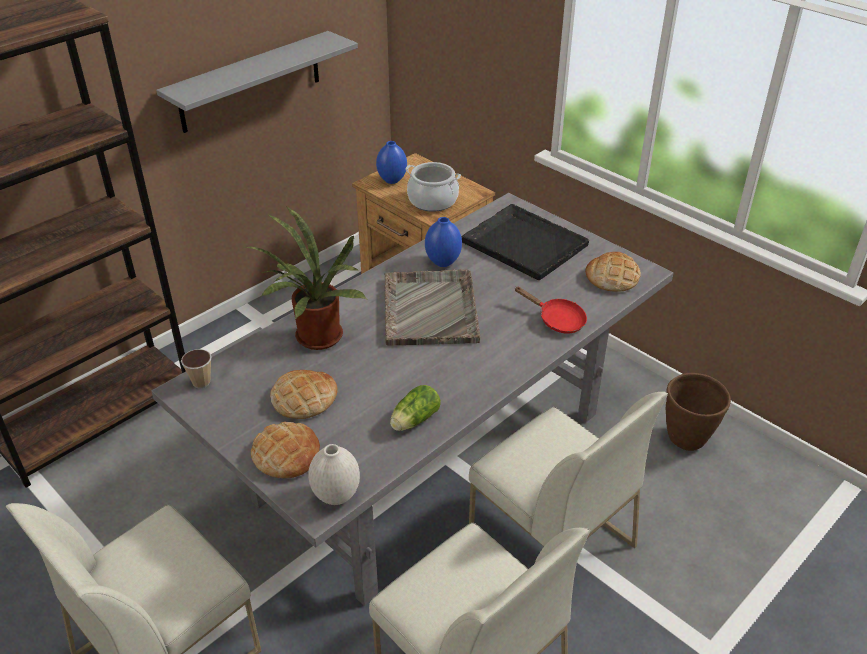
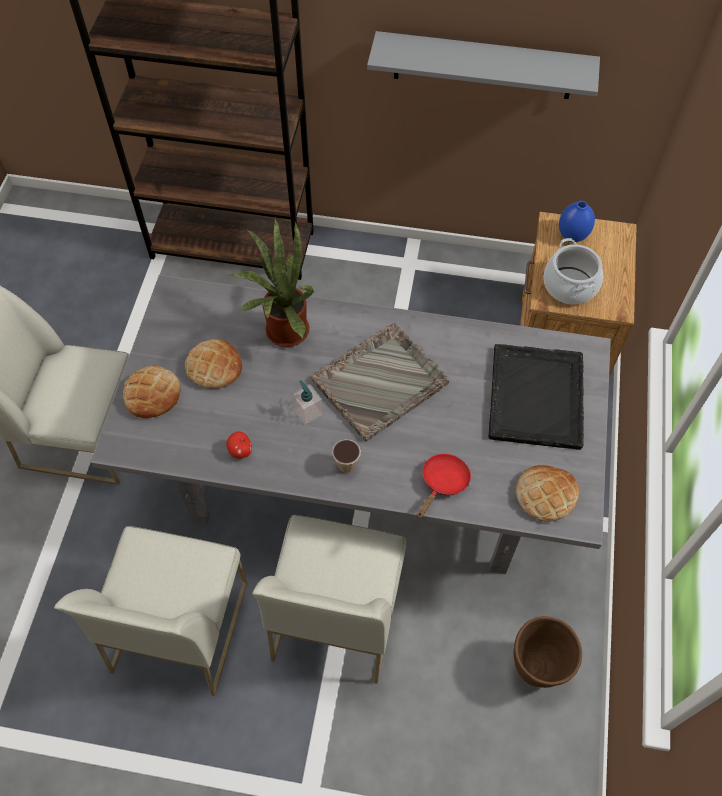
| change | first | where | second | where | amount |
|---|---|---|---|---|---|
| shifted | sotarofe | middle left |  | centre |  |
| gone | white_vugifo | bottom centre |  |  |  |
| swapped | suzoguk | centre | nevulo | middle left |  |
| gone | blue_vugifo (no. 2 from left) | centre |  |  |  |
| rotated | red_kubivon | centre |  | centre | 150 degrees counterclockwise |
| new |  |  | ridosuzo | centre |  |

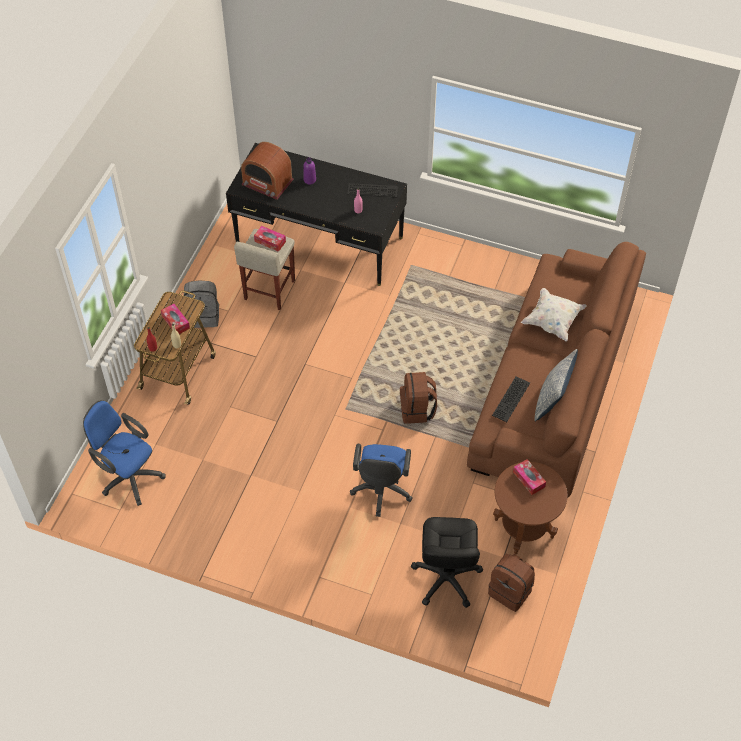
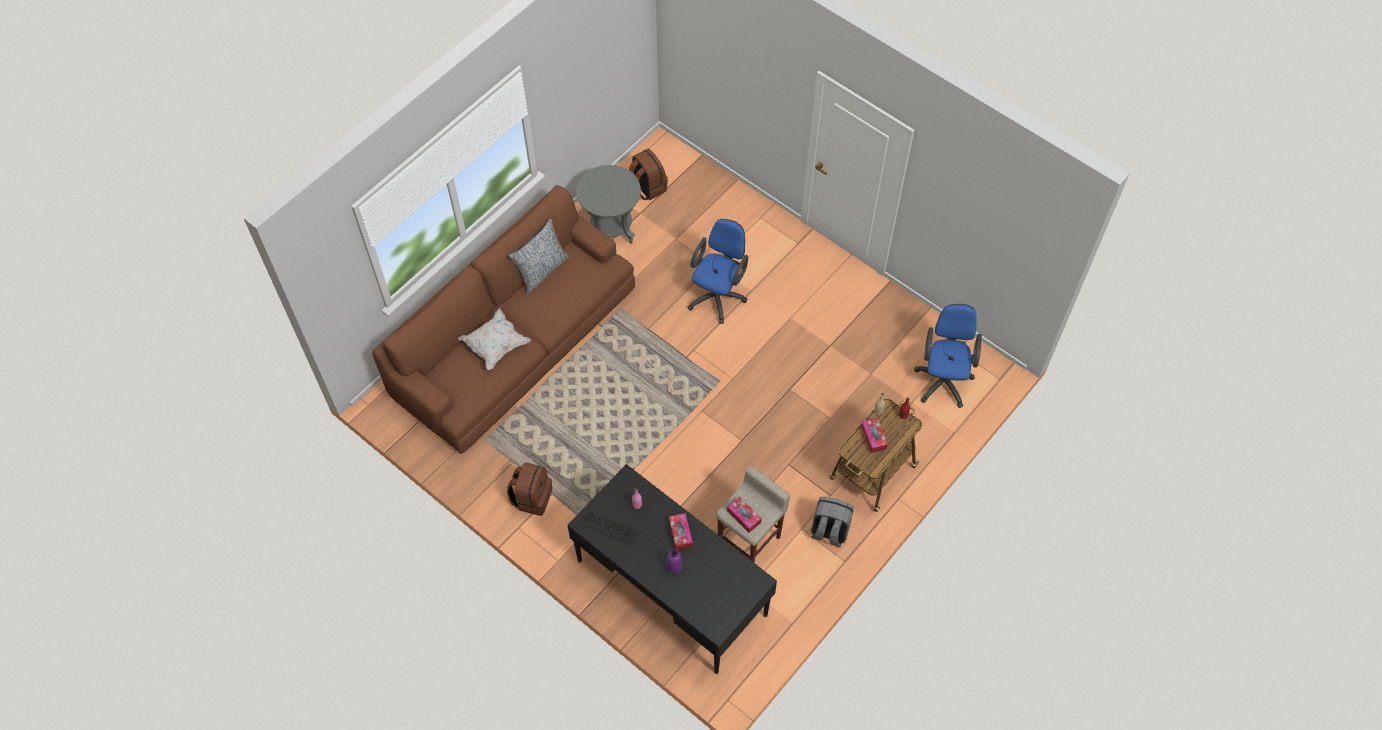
| change | first | where | second | where | amount |
|---|---|---|---|---|---|
| rotated | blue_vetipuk (no. 1 from left in the first image) | middle left | blue_vetipuk (no. 2 from left) | middle right | 135 degrees counterclockwise |
| gone | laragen | top centre |  |  |  |
| shifted | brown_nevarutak (no. 1 from left) | centre |  | bottom centre |  |
| gone | black_vetipuk | bottom centre |  |  |  |
| gone | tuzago (no. 2 from left) | middle right |  |  |  |
| repainted | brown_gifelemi | bottom right | grey_gifelemi | top centre |  |
| shifted | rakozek (no. 3 from left in the first image) | middle right | rakozek (no. 1 from left) | bottom centre |  |

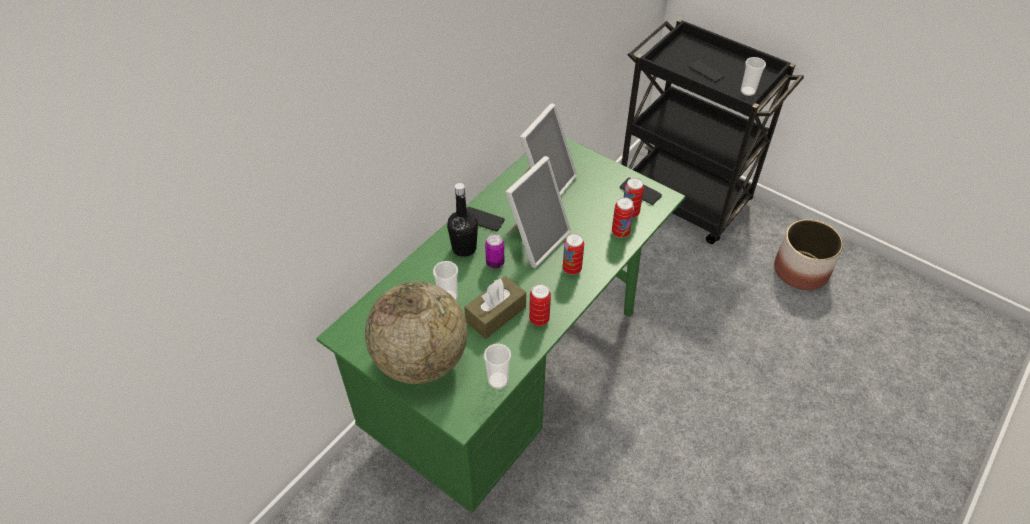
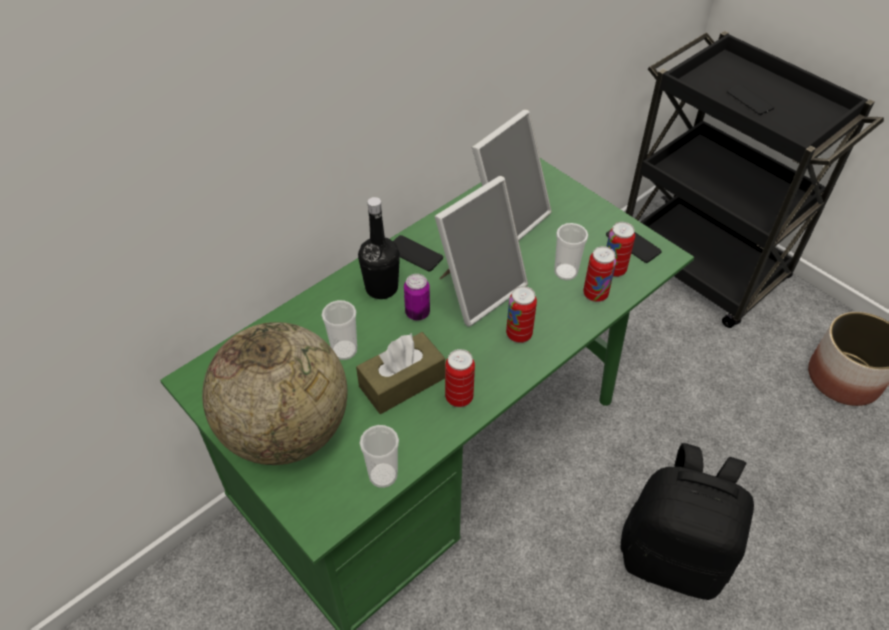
| change | first | where | second | where | amount |
|---|---|---|---|---|---|
| shifted | sotarofe (no. 3 from left) | top right |  | centre |  |
| new |  |  | black_nevarutak | bottom right |  |

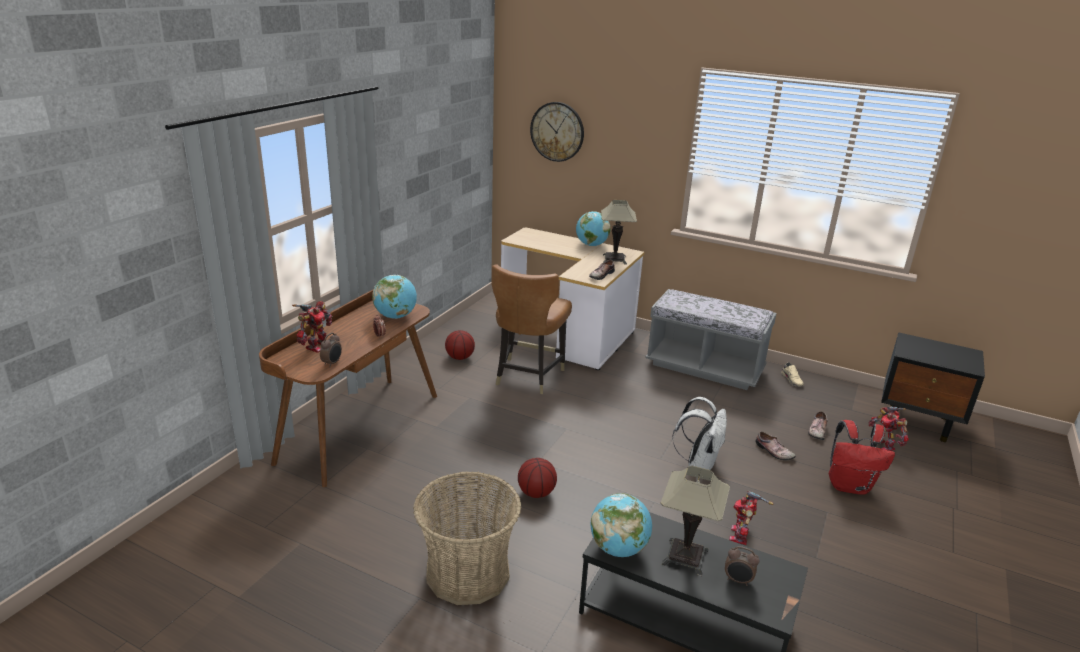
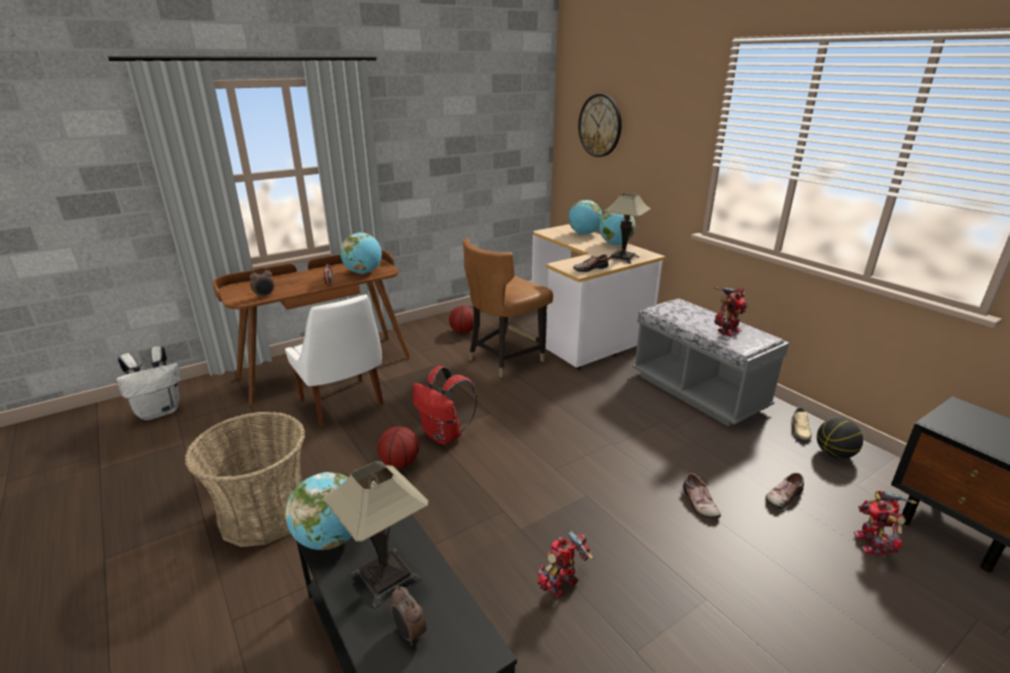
| change | first | where | second | where | amount |
|---|---|---|---|---|---|
| shifted | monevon (no. 1 from left in the first image) | middle left | monevon (no. 2 from left) | middle right |  |
| shifted | white_nevarutak | centre |  | middle left |  |
| shifted | red_nevarutak | bottom right |  | centre |  |
| new |  |  | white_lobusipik | middle left |  |
| new |  |  | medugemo (no. 3 from left) | top centre |  |
| new |  |  | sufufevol (no. 3 from left) | middle right |  |

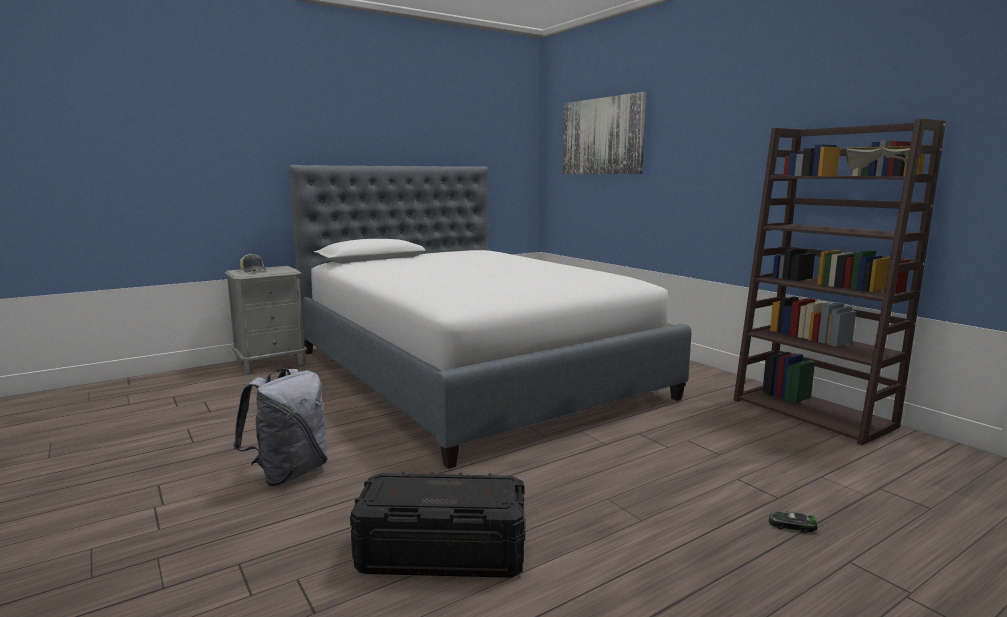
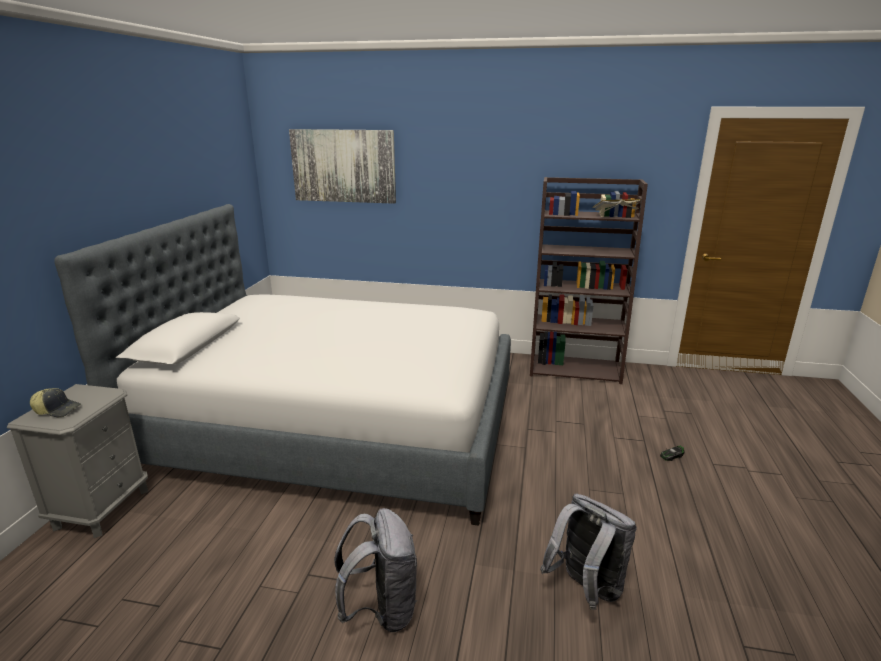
| change | first | where | second | where | amount |
|---|---|---|---|---|---|
| swapped | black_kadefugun | bottom centre | grey_nevarutak (no. 2 from left) | bottom right |  |

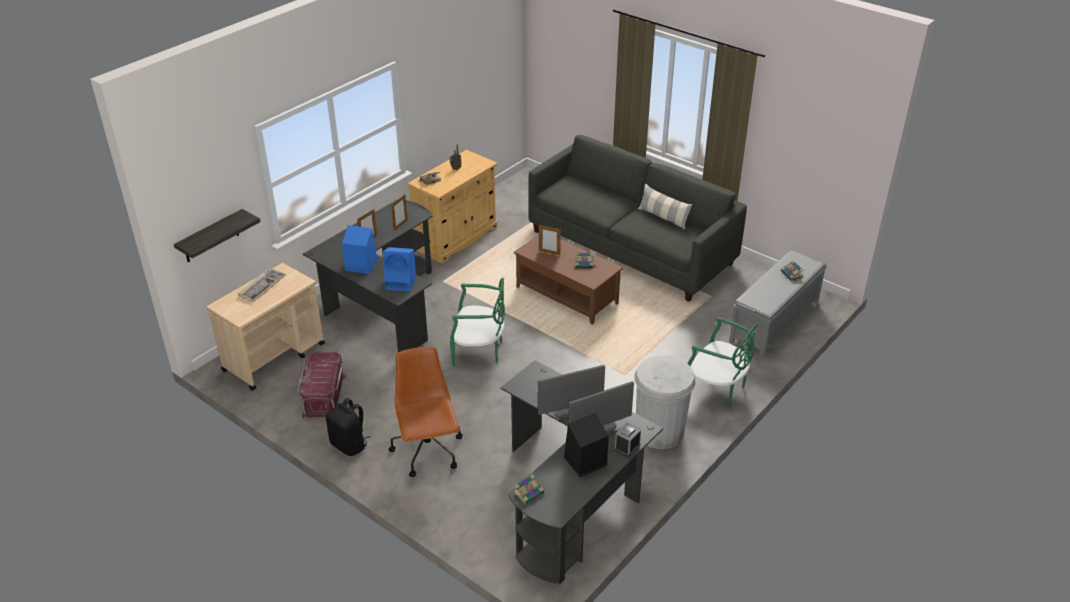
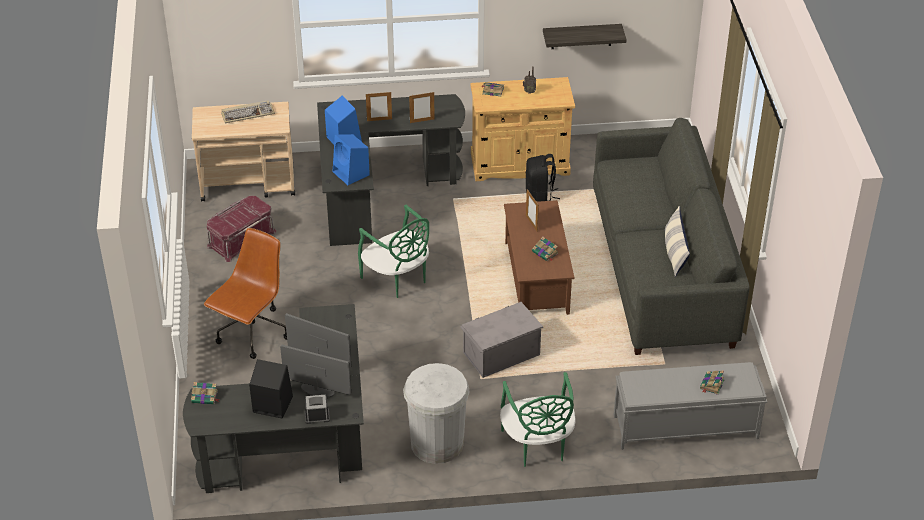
| change | first | where | second | where | amount |
|---|---|---|---|---|---|
| shifted | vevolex | middle left |  | top centre |  |
| shifted | black_nevarutak | bottom left |  | centre |  |
| new |  |  | grey_kadefugun | centre |  |

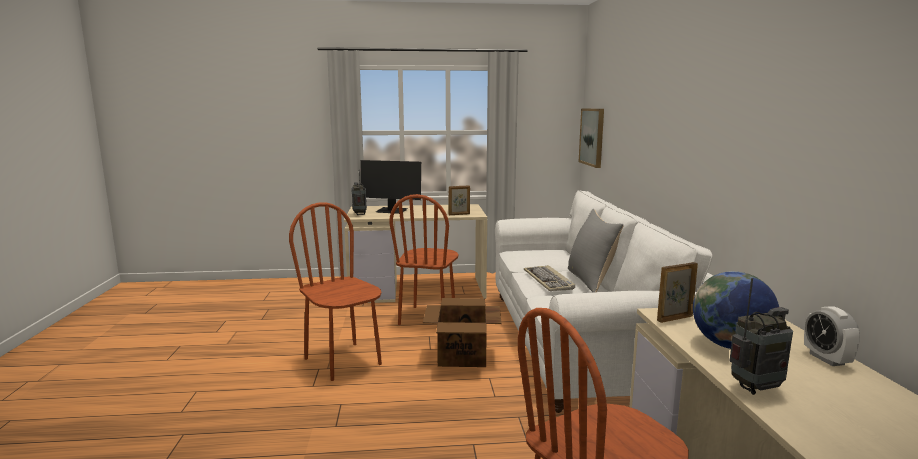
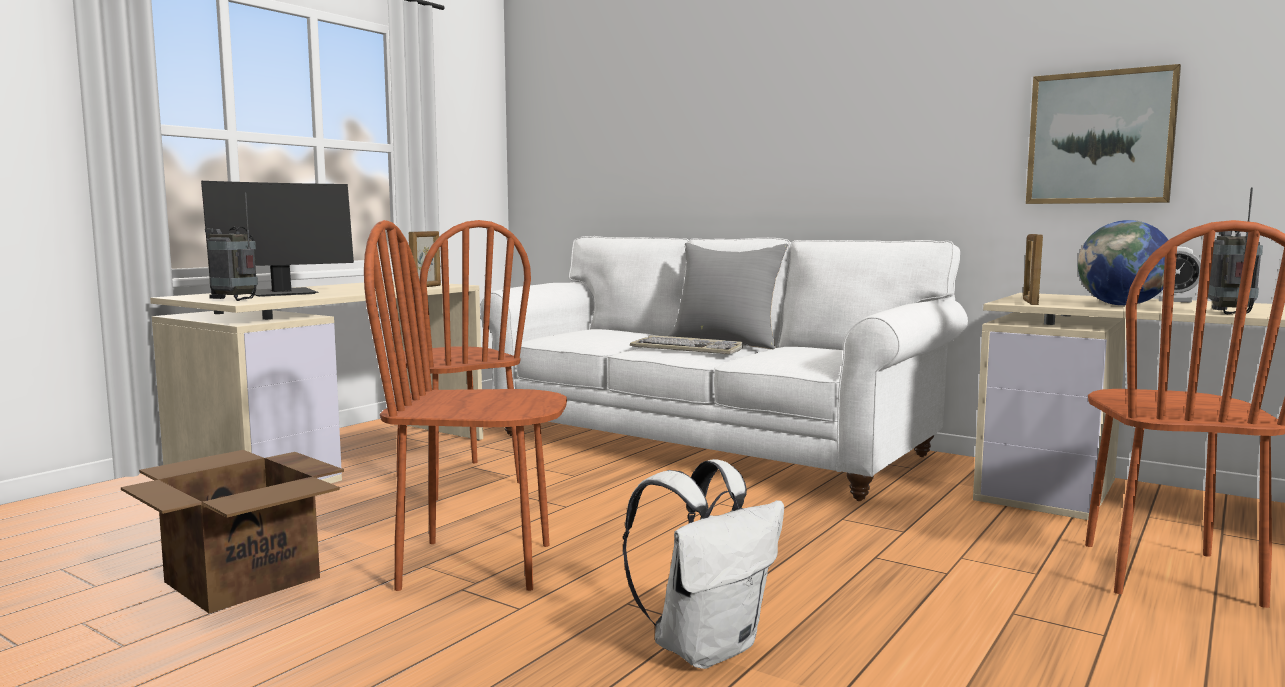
| change | first | where | second | where | amount |
|---|---|---|---|---|---|
| shifted | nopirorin | bottom centre |  | bottom left |  |
| shifted | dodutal | top centre |  | top right |  |
| new |  |  | white_nevarutak | bottom centre |  |

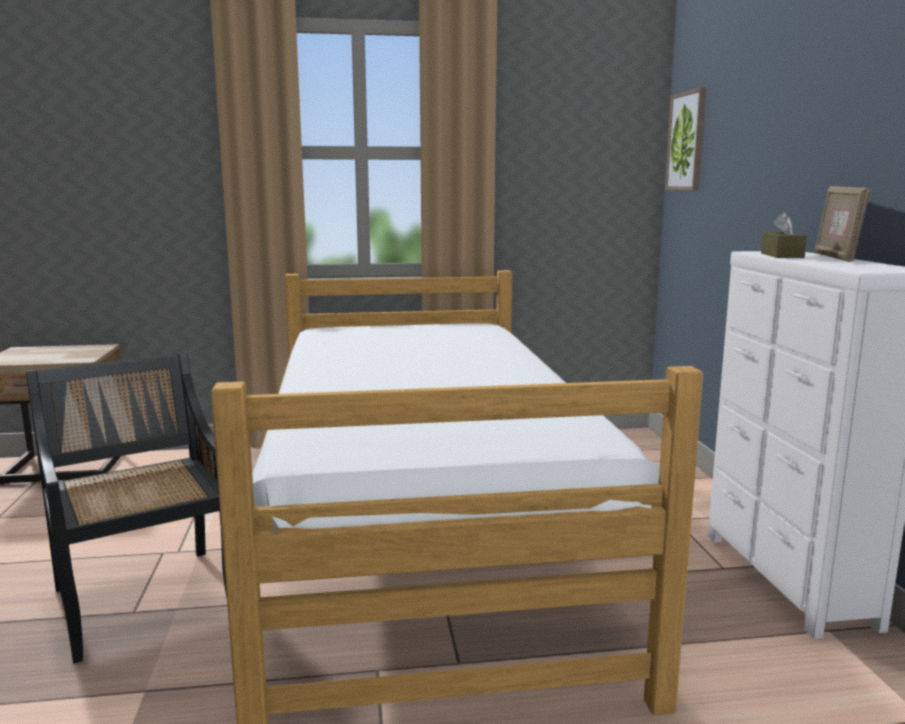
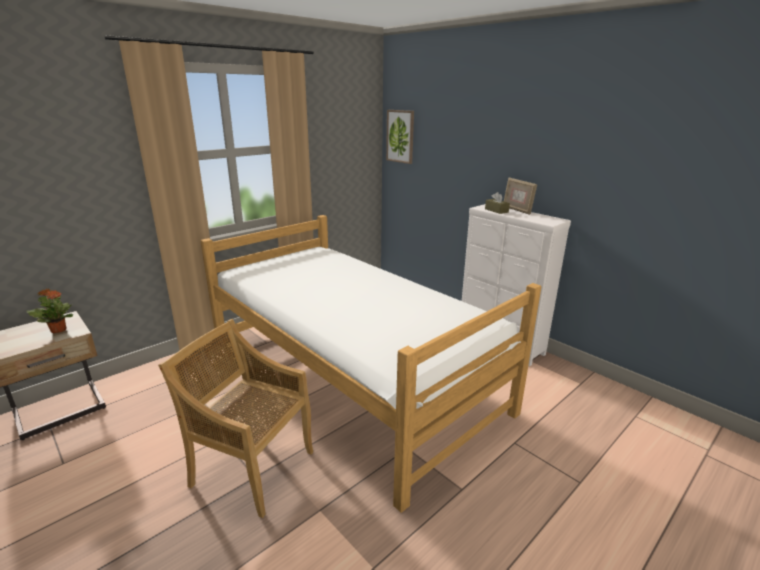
| change | first | where | second | where | amount |
|---|---|---|---|---|---|
| repainted | black_lobusipik | bottom left | beige_lobusipik | bottom left |  |
| new |  |  | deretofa | middle left |  |

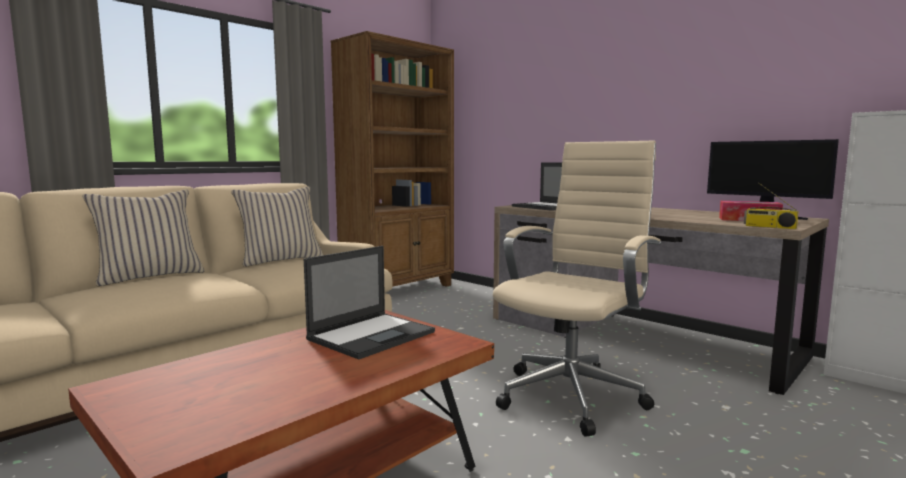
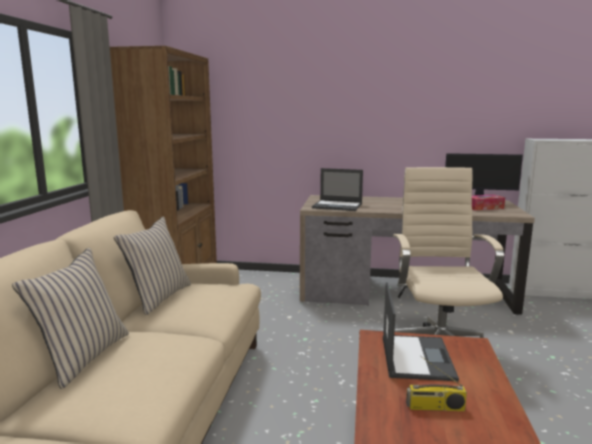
| change | first | where | second | where | amount |
|---|---|---|---|---|---|
| shifted | laragen | middle right |  | bottom right |  |

